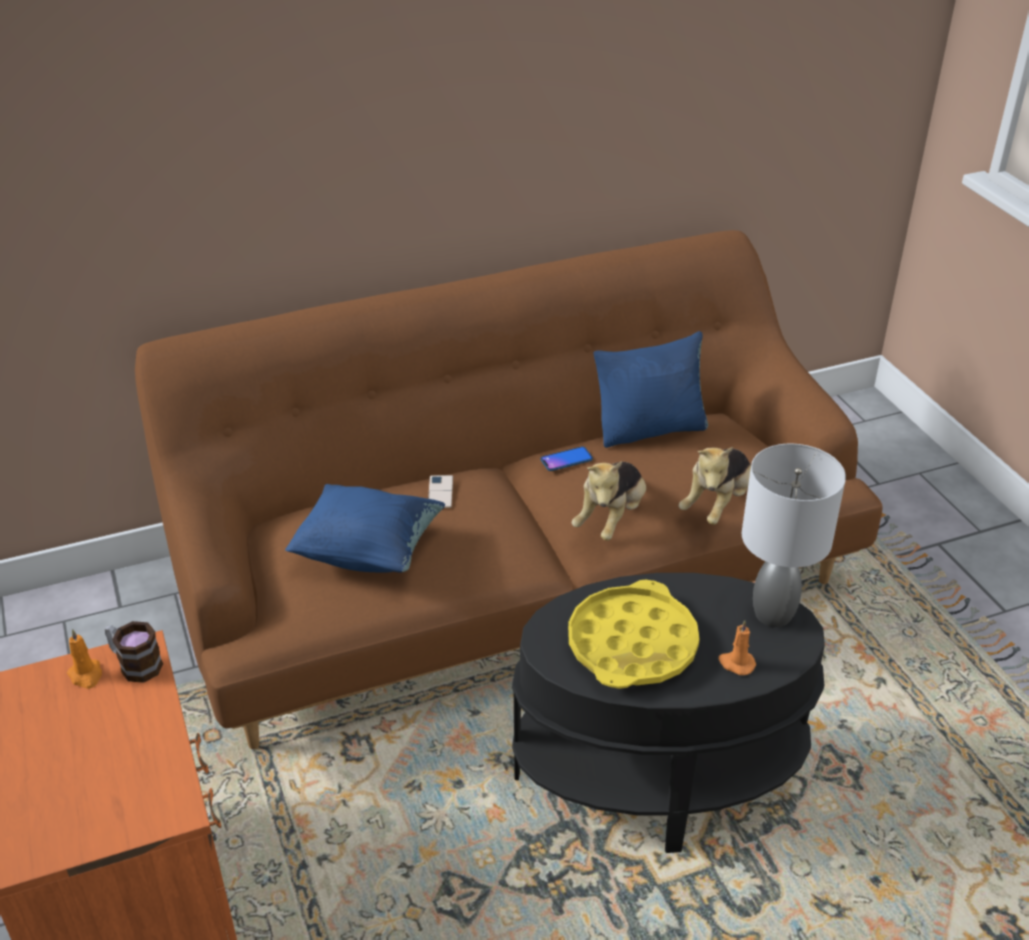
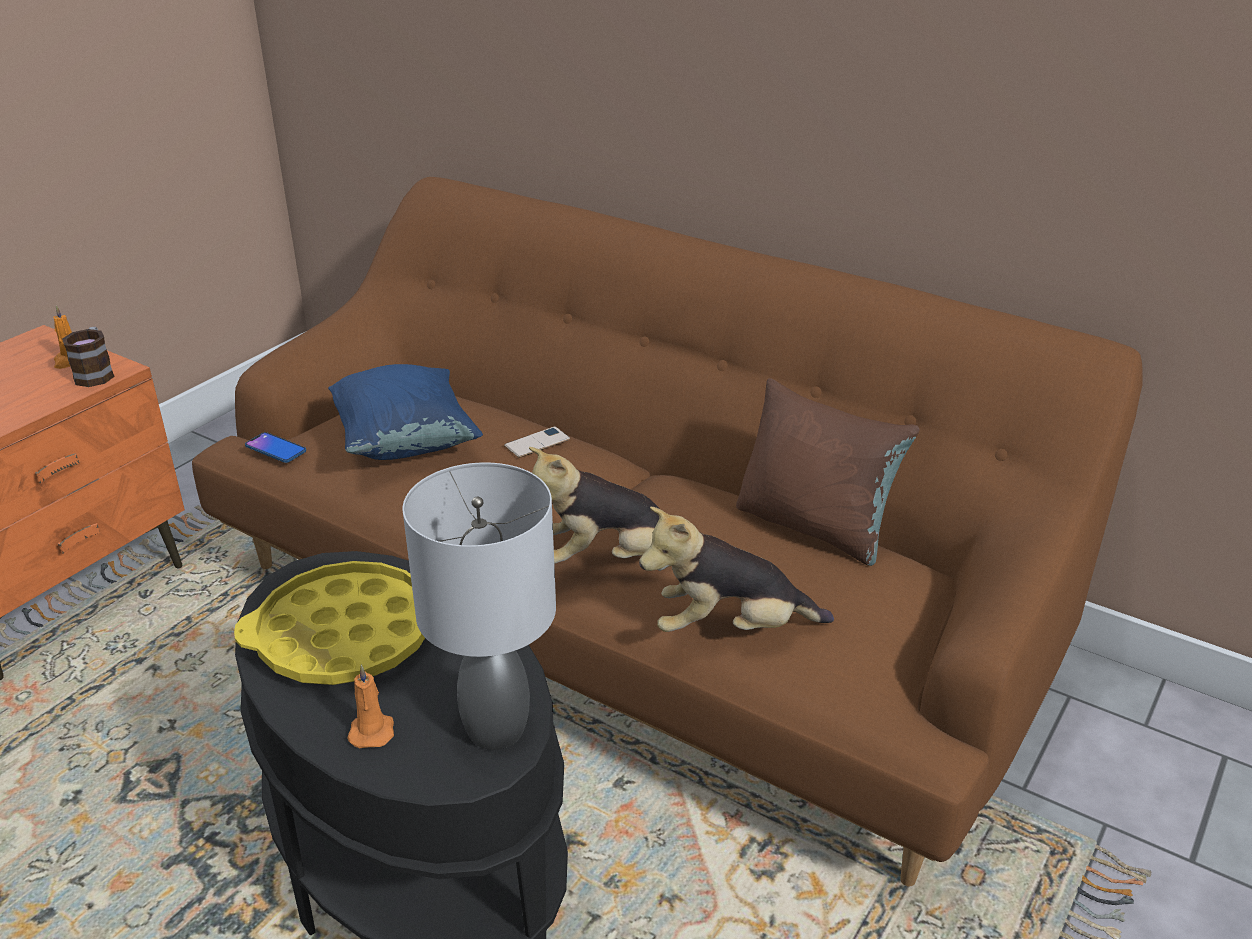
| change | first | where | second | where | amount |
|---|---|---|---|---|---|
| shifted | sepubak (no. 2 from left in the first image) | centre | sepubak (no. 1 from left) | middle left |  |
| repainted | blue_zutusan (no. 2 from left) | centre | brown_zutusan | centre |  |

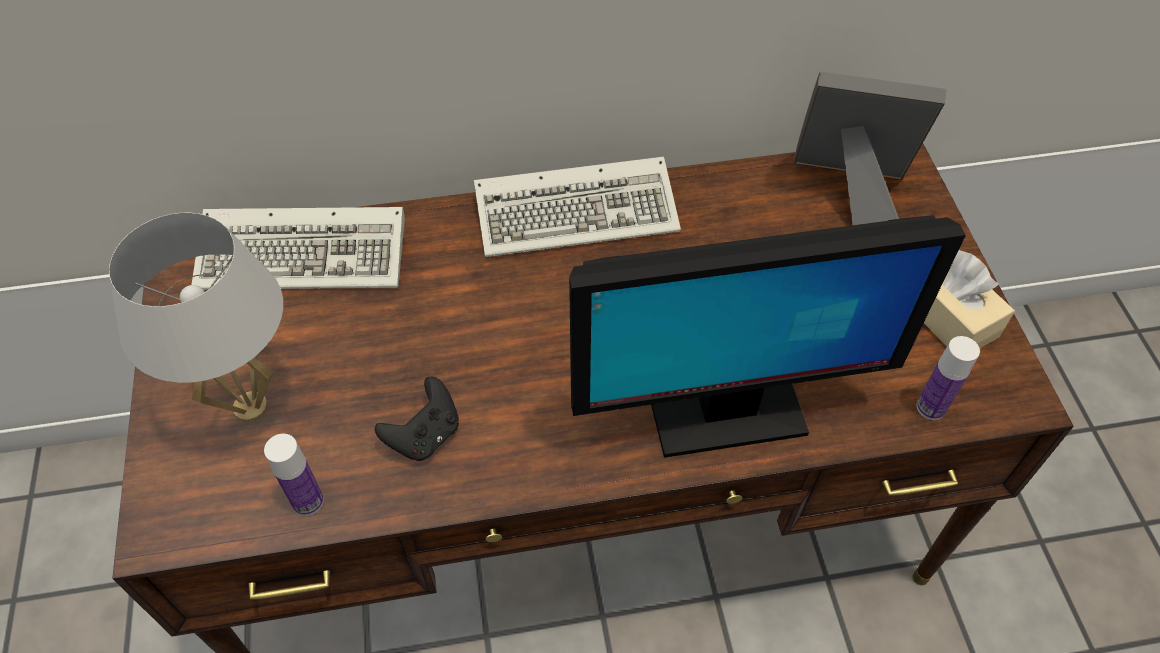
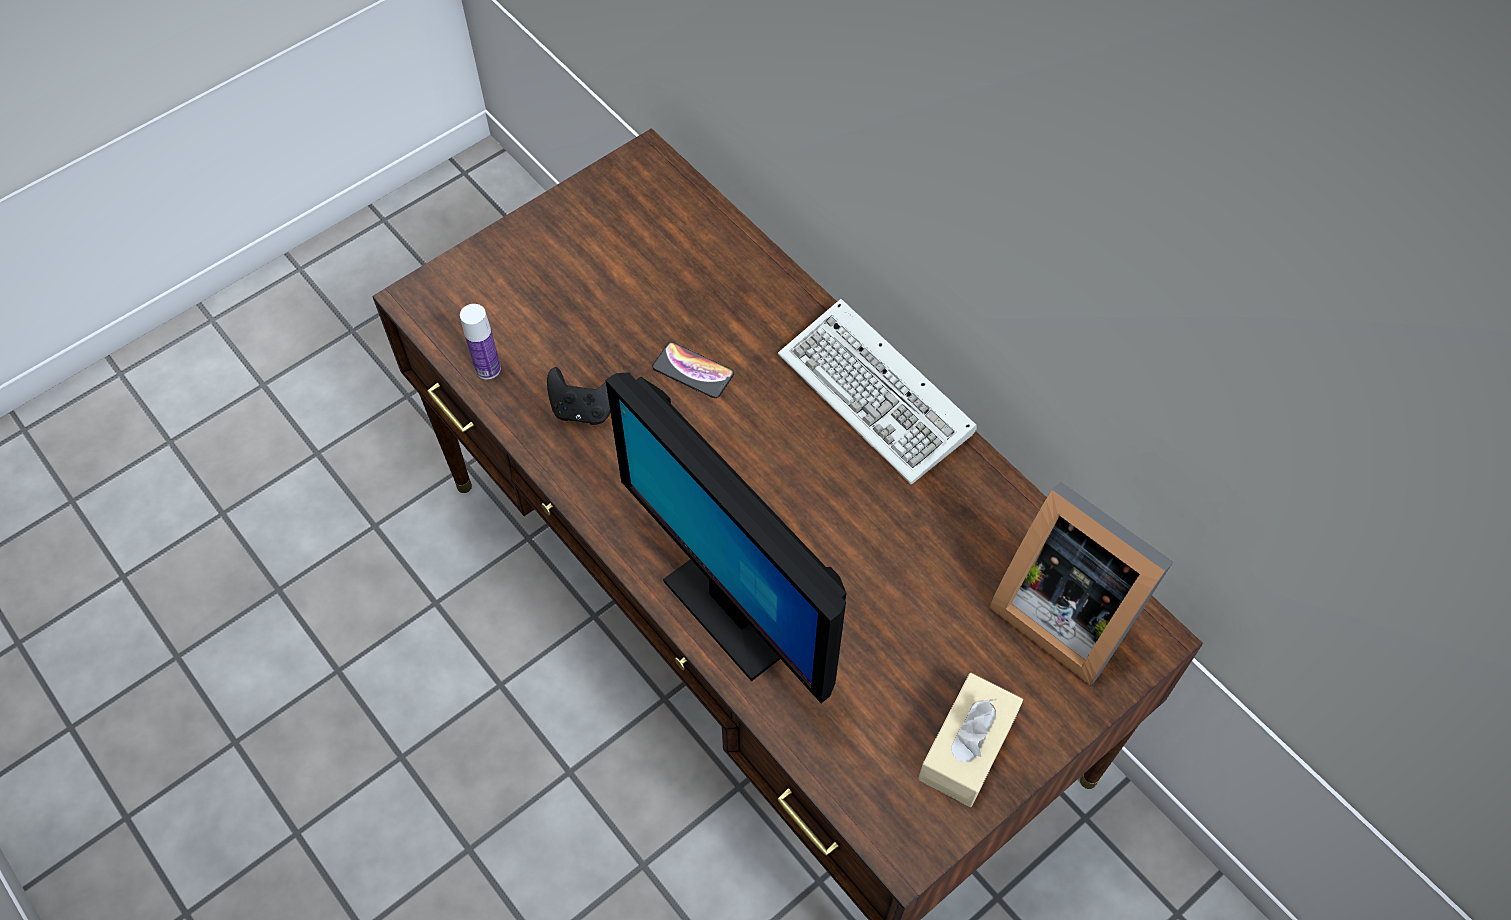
| change | first | where | second | where | amount |
|---|---|---|---|---|---|
| gone | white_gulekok | middle left |  |  |  |
| gone | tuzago (no. 1 from left) | middle left |  |  |  |
| rotated | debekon | top right |  | middle right | 150 degrees clockwise |
| gone | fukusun (no. 2 from left) | middle right |  |  |  |
| new |  |  | sepubak | centre |  |

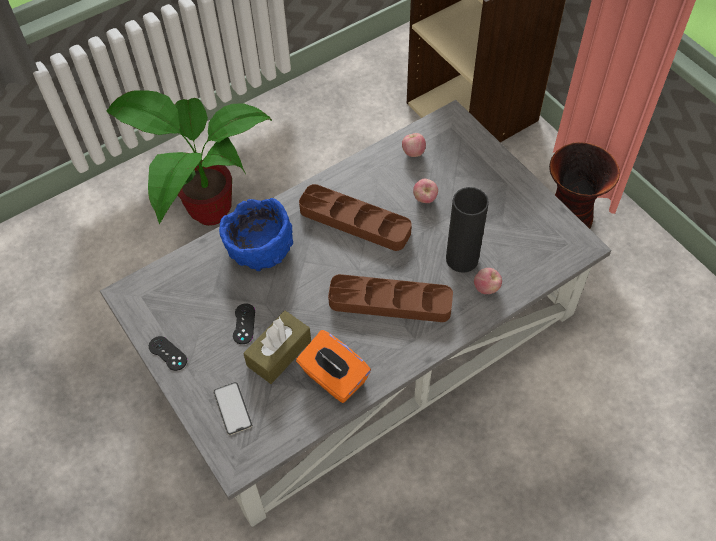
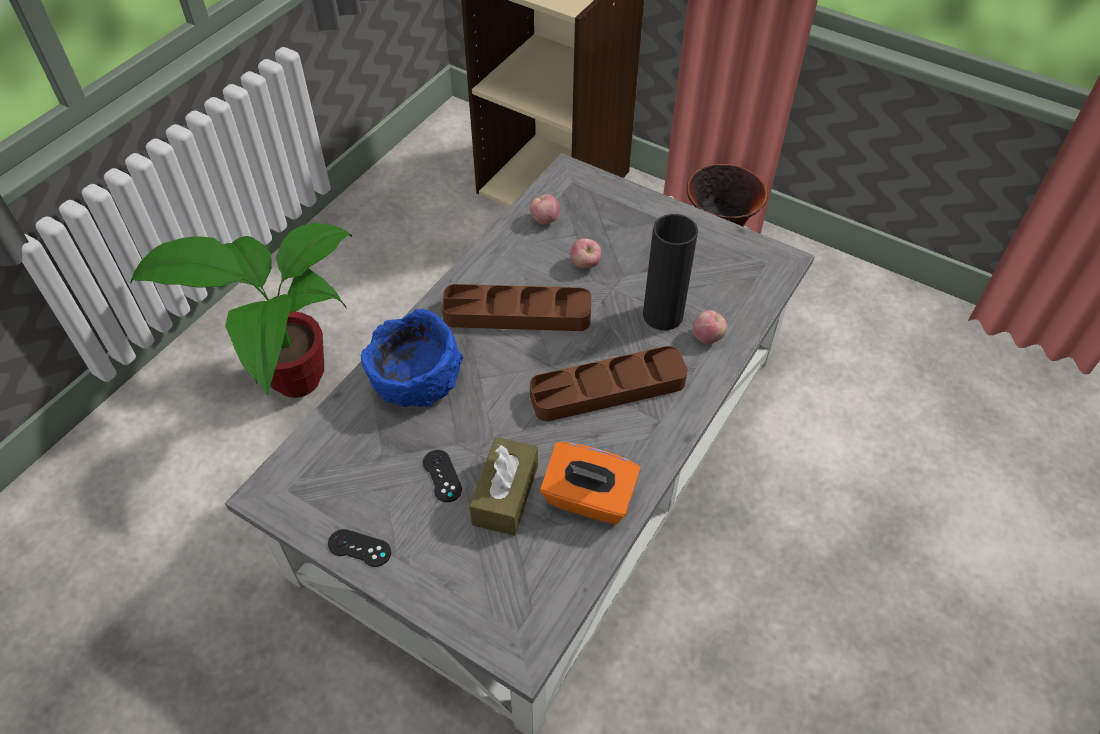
| change | first | where | second | where | amount |
|---|---|---|---|---|---|
| gone | sepubak | bottom left |  |  |  |

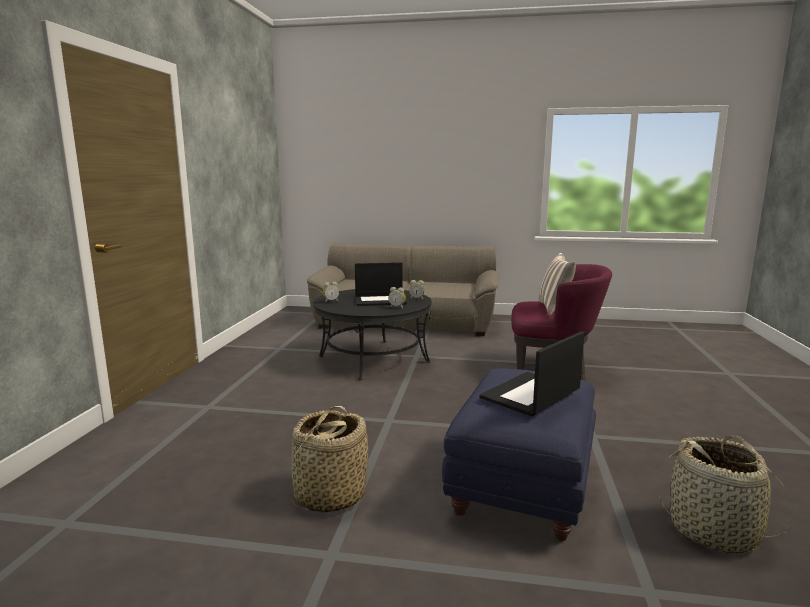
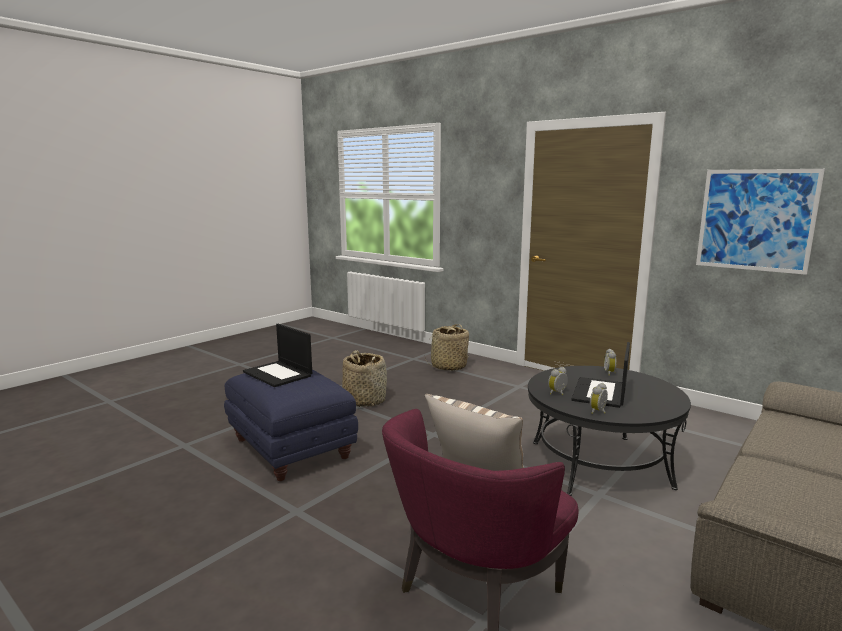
| change | first | where | second | where | amount |
|---|---|---|---|---|---|
| rotated | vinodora (no. 2 from left in the first image) | centre | vinodora (no. 1 from left) | middle left | 150 degrees clockwise |
| shifted | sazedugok (no. 2 from left) | bottom right |  | centre |  |
| new |  |  | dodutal | middle right |  |

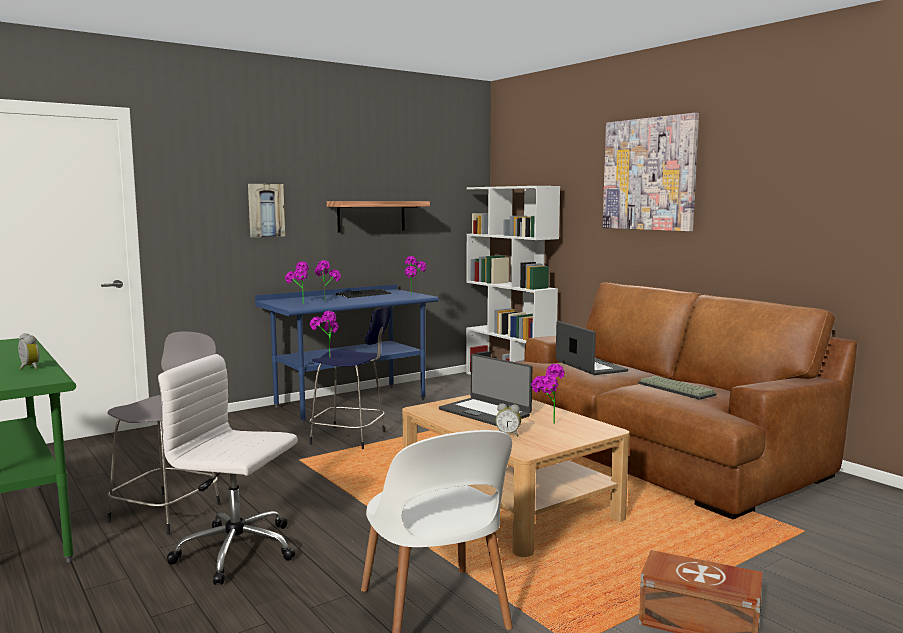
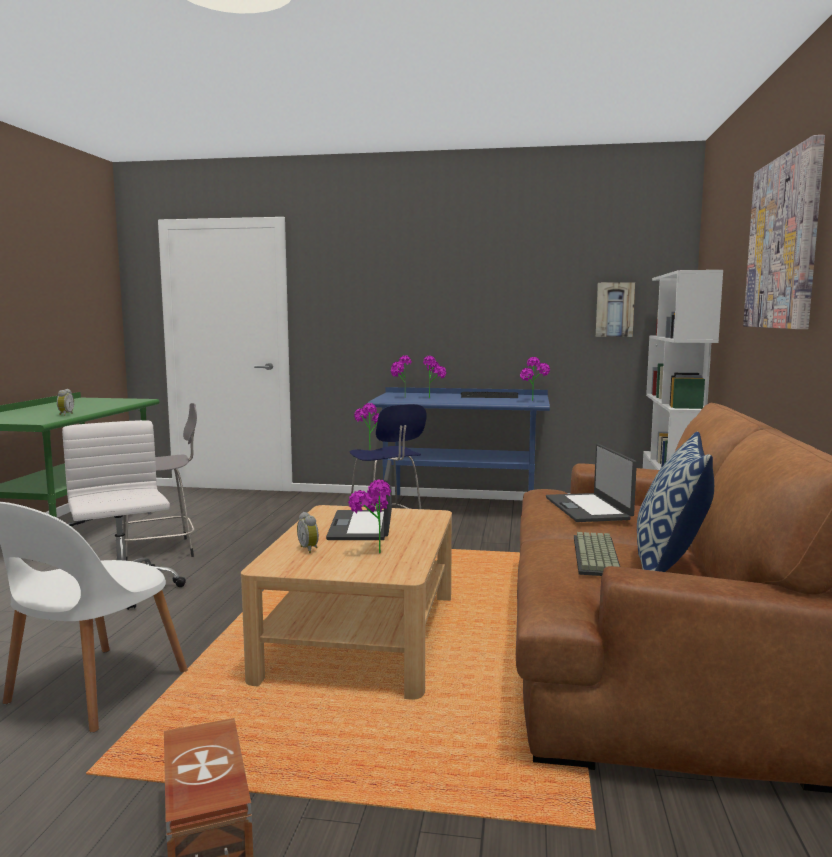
| change | first | where | second | where | amount |
|---|---|---|---|---|---|
| shifted | dodutal (no. 1 from left) | top left |  | middle right |  |
| gone | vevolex | centre |  |  |  |
| rotated | vinodora (no. 2 from left) | centre |  | middle right | 150 degrees clockwise |
| new |  |  | zutusan | middle right |  |

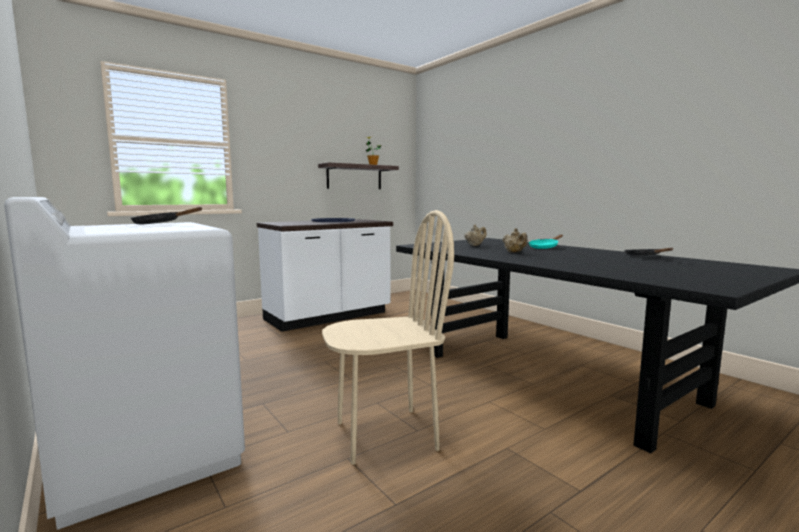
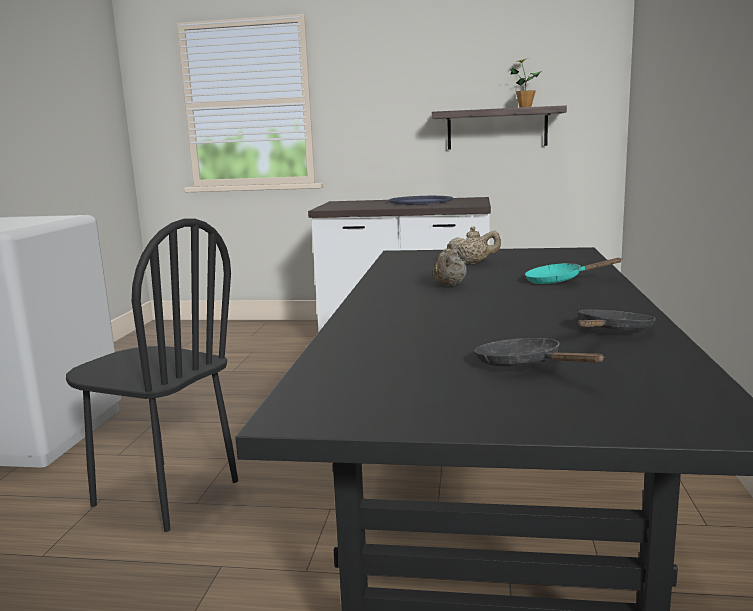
| change | first | where | second | where | amount |
|---|---|---|---|---|---|
| shifted | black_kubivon (no. 1 from left) | middle left |  | middle right |  |
| repainted | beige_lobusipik | centre | black_lobusipik | middle left |  |

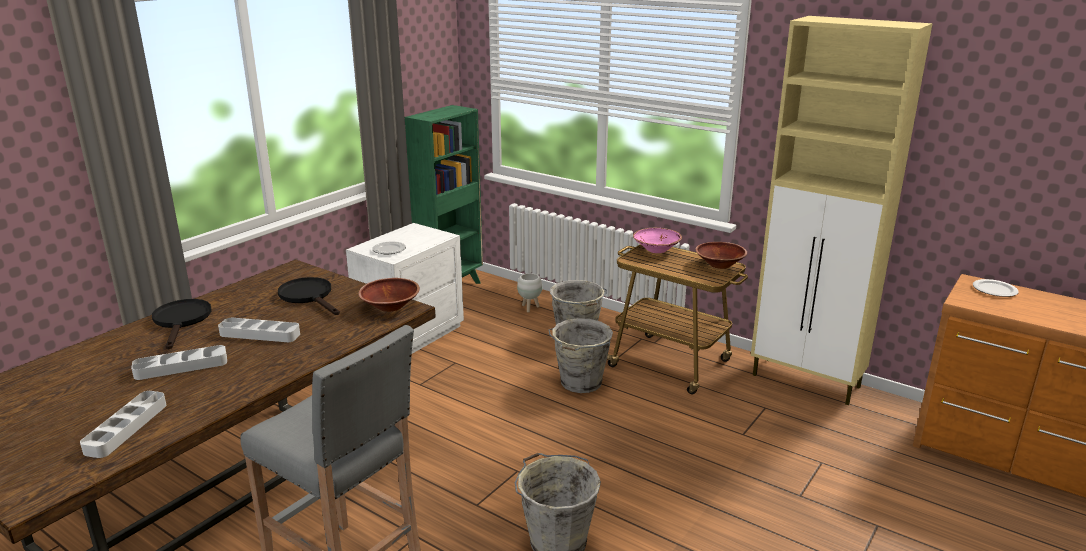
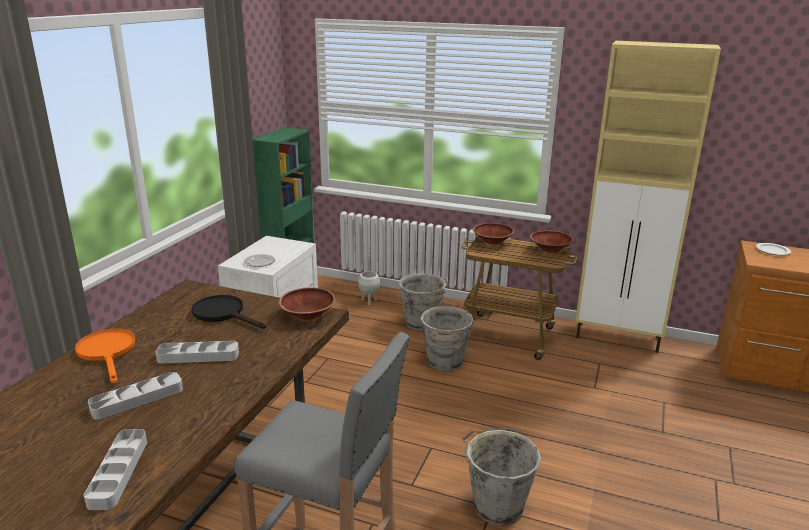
| change | first | where | second | where | amount |
|---|---|---|---|---|---|
| repainted | black_kubivon (no. 1 from left) | middle left | orange_kubivon | bottom left |  |
| repainted | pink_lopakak | centre | brown_lopakak (no. 2 from left) | centre |  |

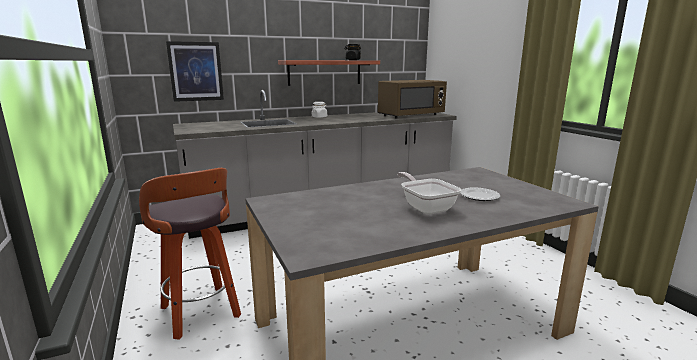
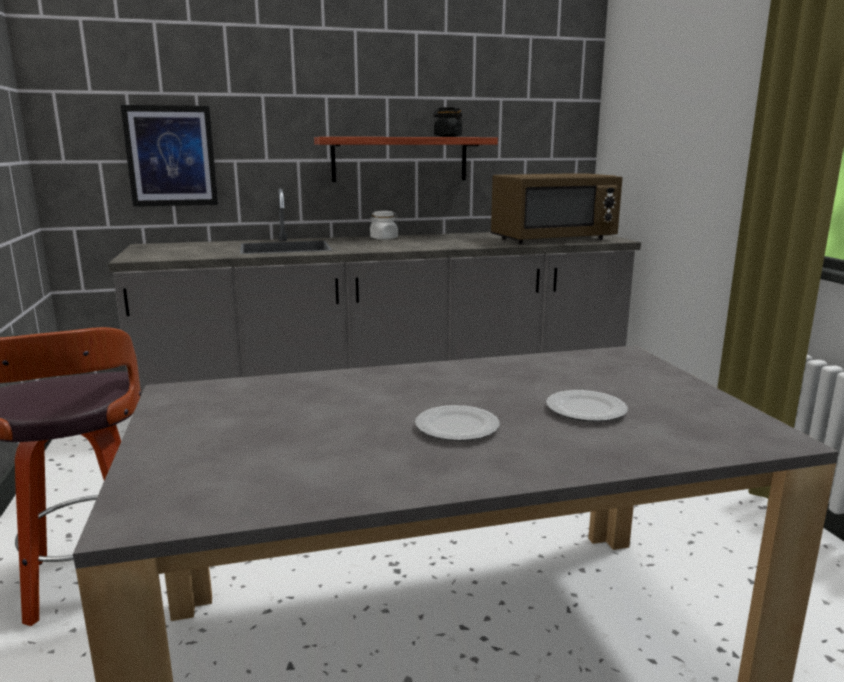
| change | first | where | second | where | amount |
|---|---|---|---|---|---|
| swapped | kubivon | centre | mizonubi (no. 1 from left) | centre |  |

